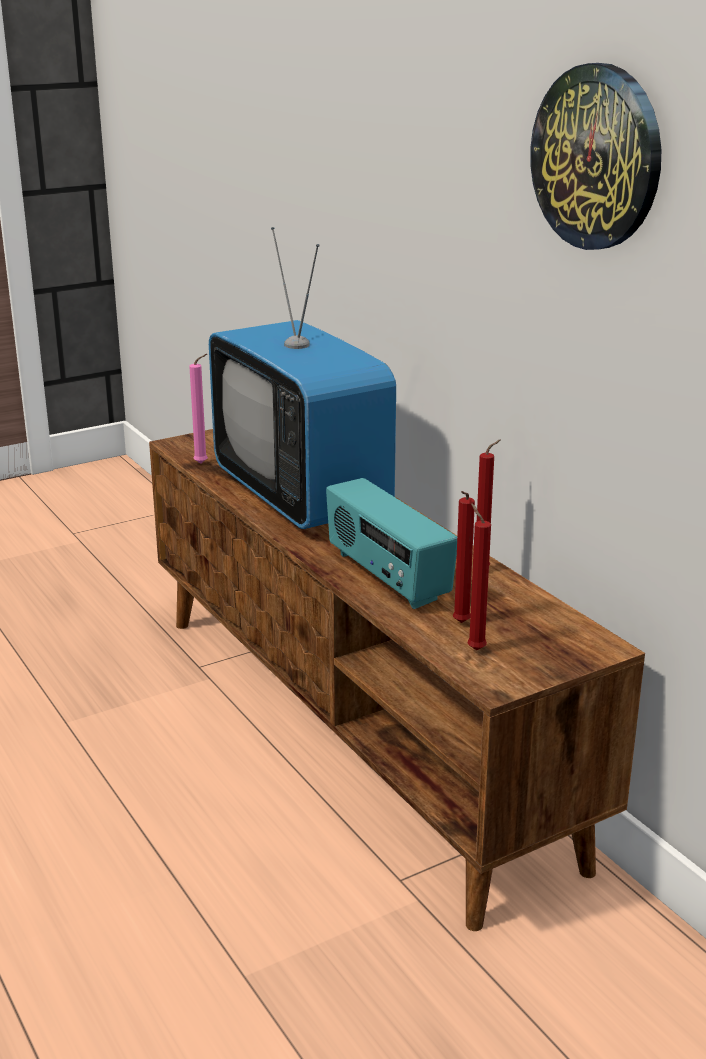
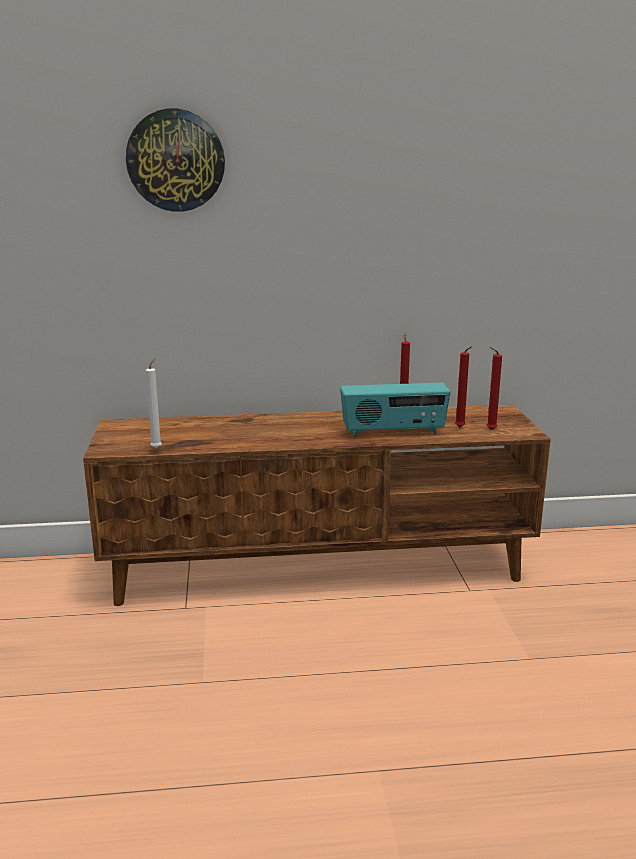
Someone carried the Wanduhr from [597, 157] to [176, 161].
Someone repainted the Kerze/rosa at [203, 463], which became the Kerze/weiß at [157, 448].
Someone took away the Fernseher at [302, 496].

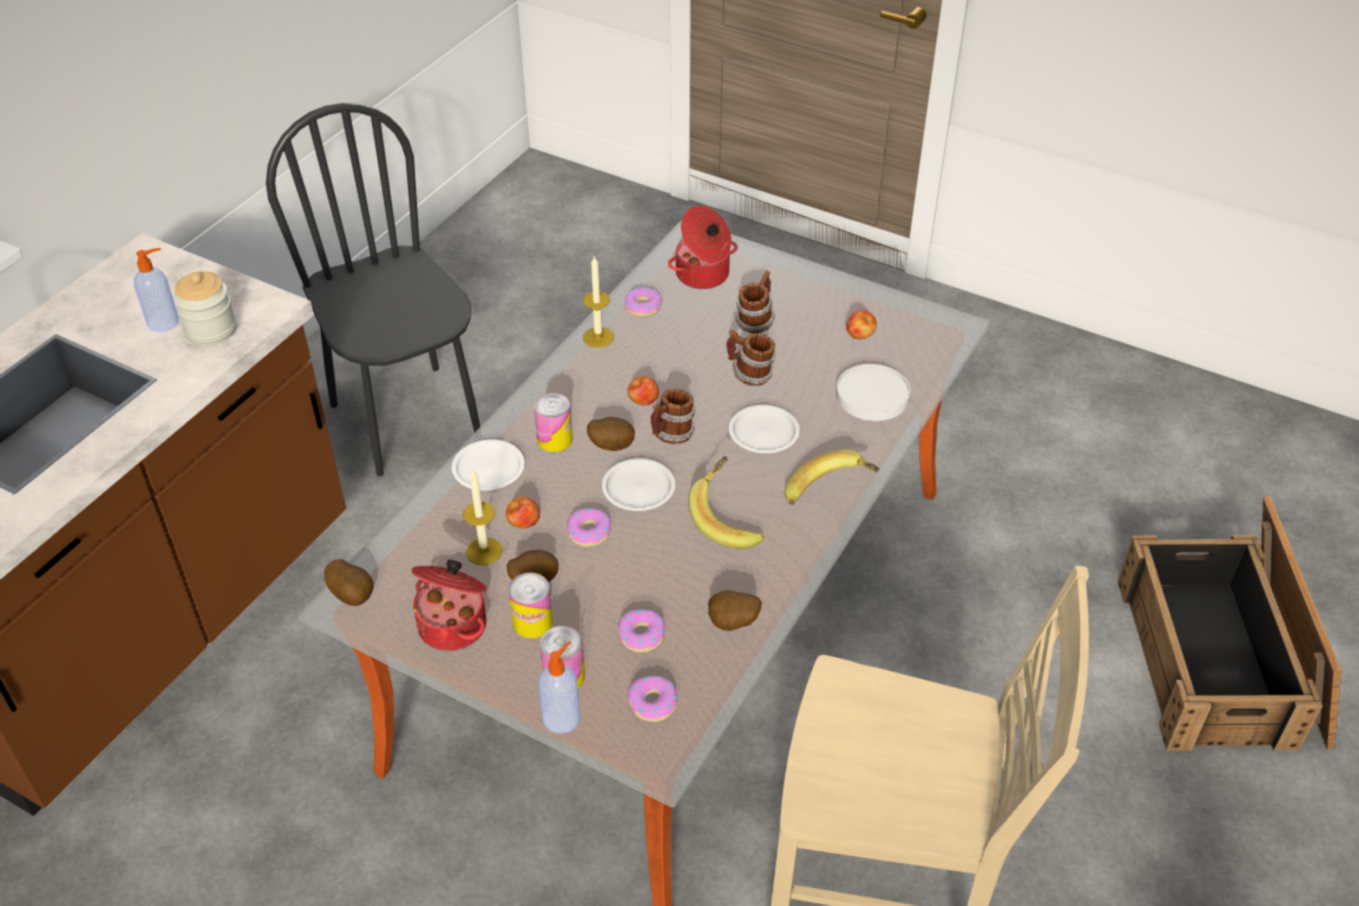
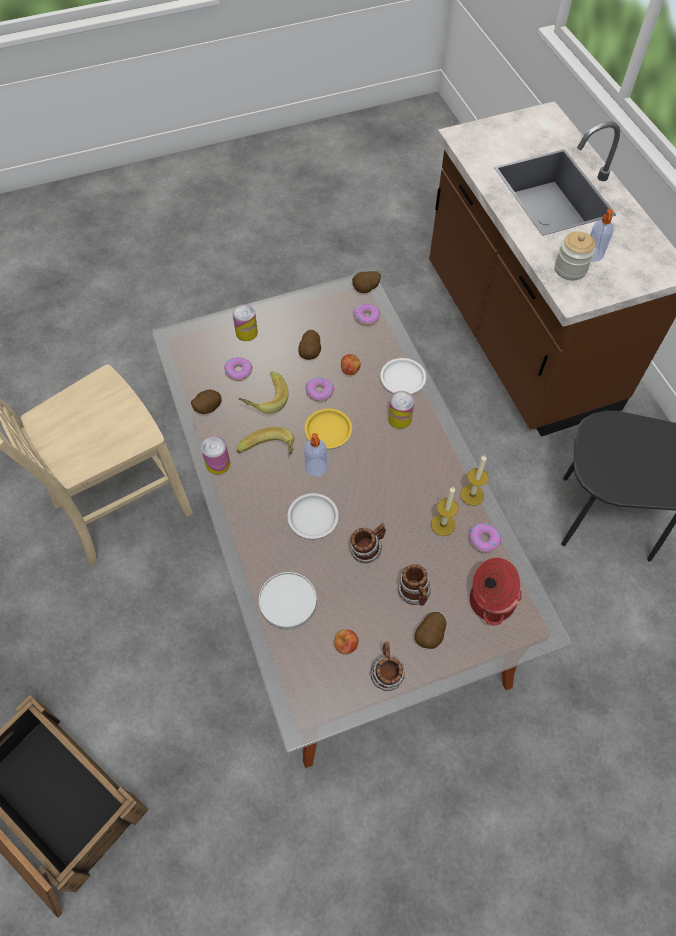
Someone carried the Dose from [532, 622] to [218, 464].
Someone carried the Banane from [831, 494] to [264, 400].
Someone carried the Seifenspender from [562, 717] to [316, 468].
Someone repainted the Teller/weiß at [638, 488], which became the Teller/gelb at [328, 431].
Someone carried the Donut from [652, 703] to [366, 317].
Someone carried the Henkelbecher from [671, 435] to [386, 673].
Someone carried the Kartoffel from [611, 445] to [430, 636].
Someone carried the Kerze from [484, 551] to [443, 525].
Someone took away the Kochtopf at [454, 625].
Someone took away the Apfel at [643, 402].

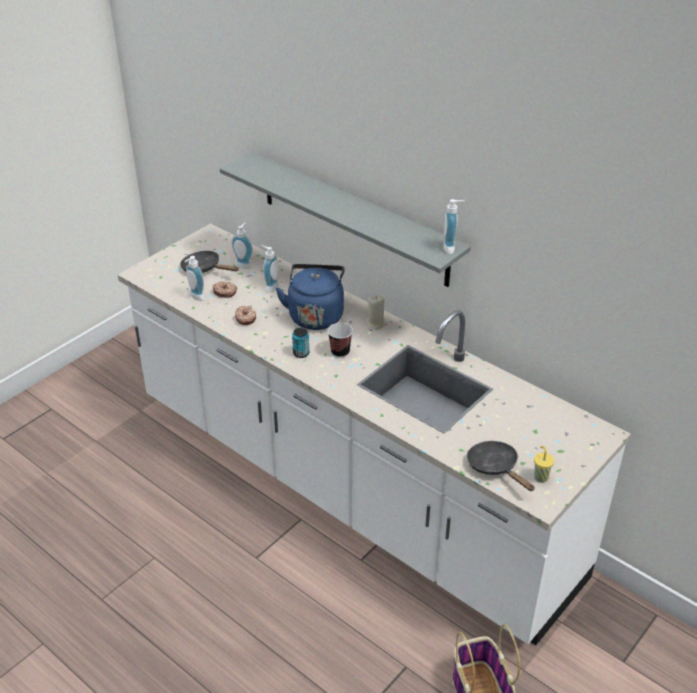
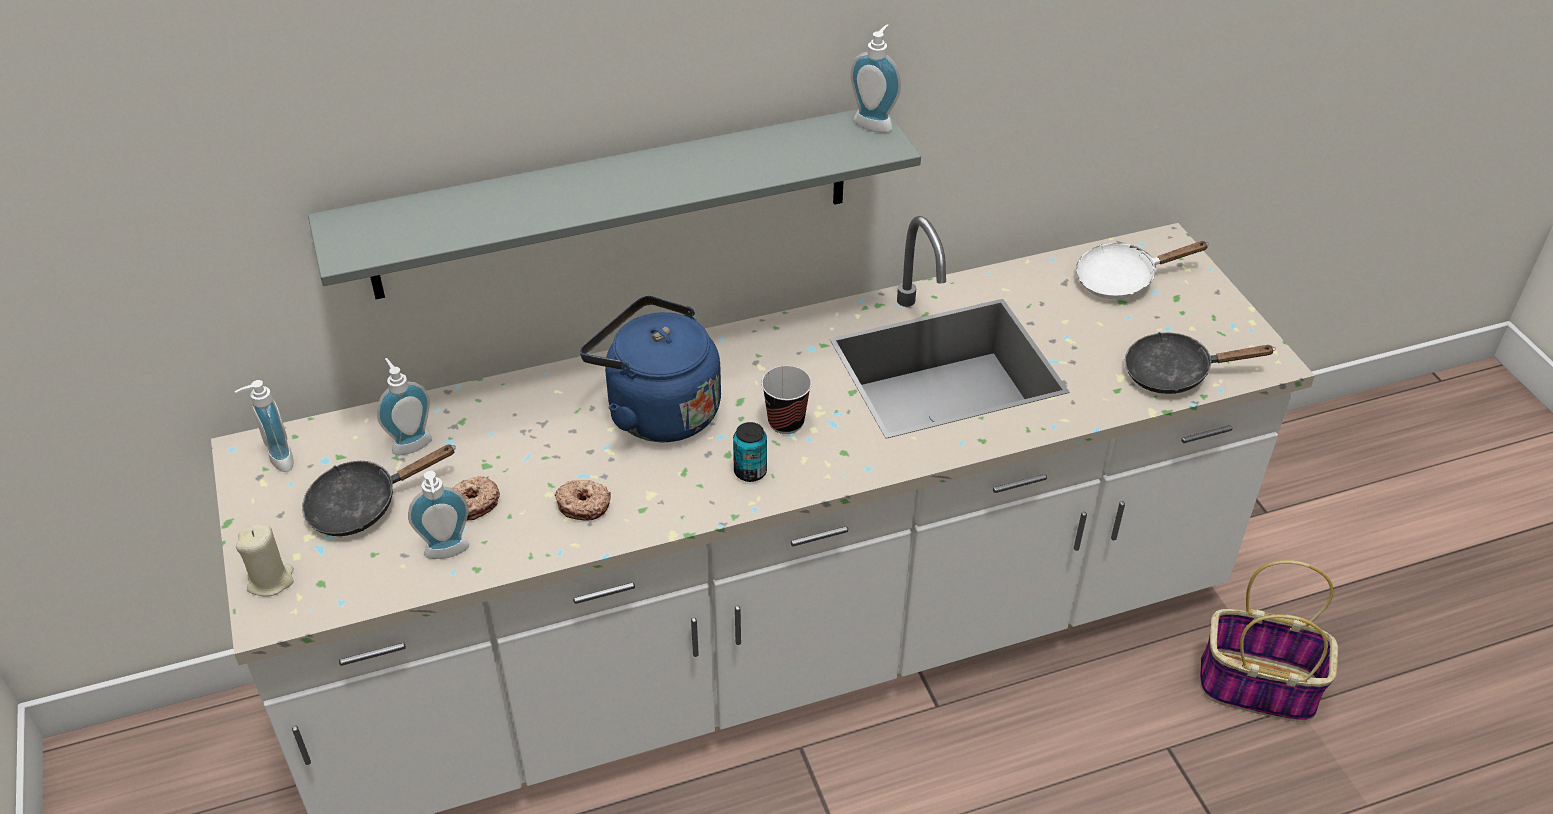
Someone carried the Seifenspender from [269, 287] to [276, 460].
Someone carried the Kerze/beige from [376, 323] to [271, 580].
Someone put down the Pfanne/weiß at [1122, 280].
Someone took away the Tasse/gelb at [540, 477].

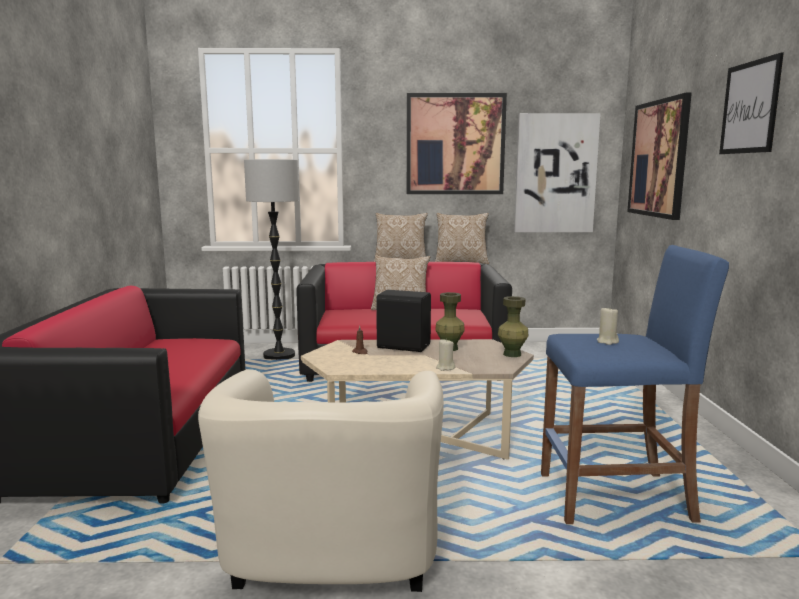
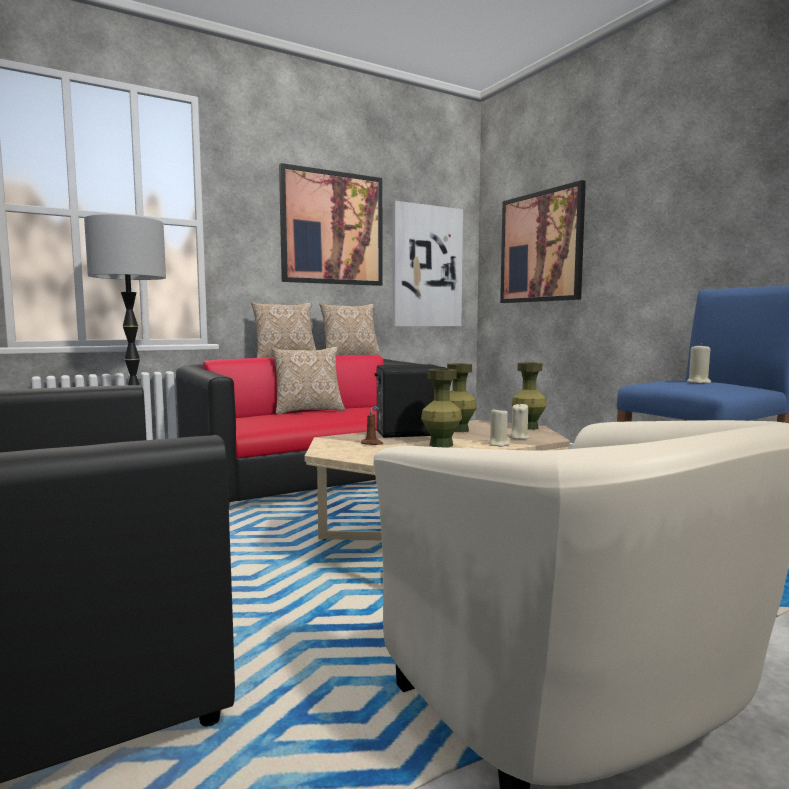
Someone put down the Vase/grün at [441, 445].
Someone put down the Kerze/beige at [518, 437].
Someone took away the Bild at [750, 107].

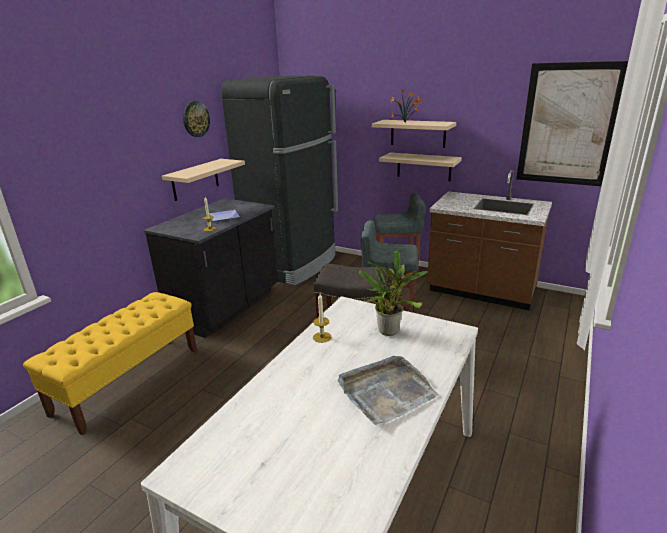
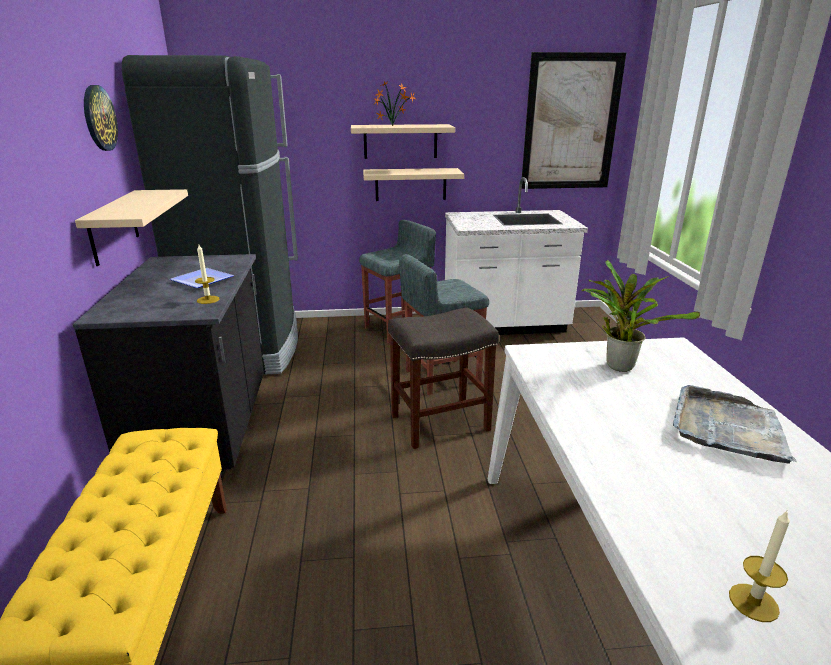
Someone repainted the Küchenzeile/braun at [481, 292], which became the Küchenzeile/weiß at [504, 326].
Someone carried the Kerze from [322, 337] to [753, 602].

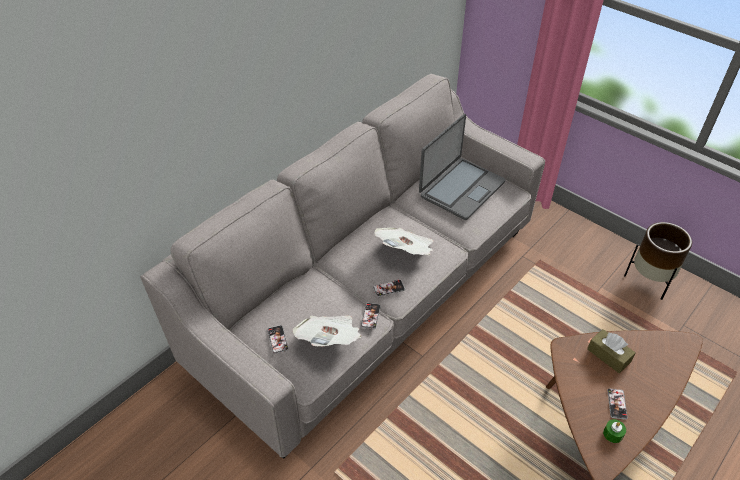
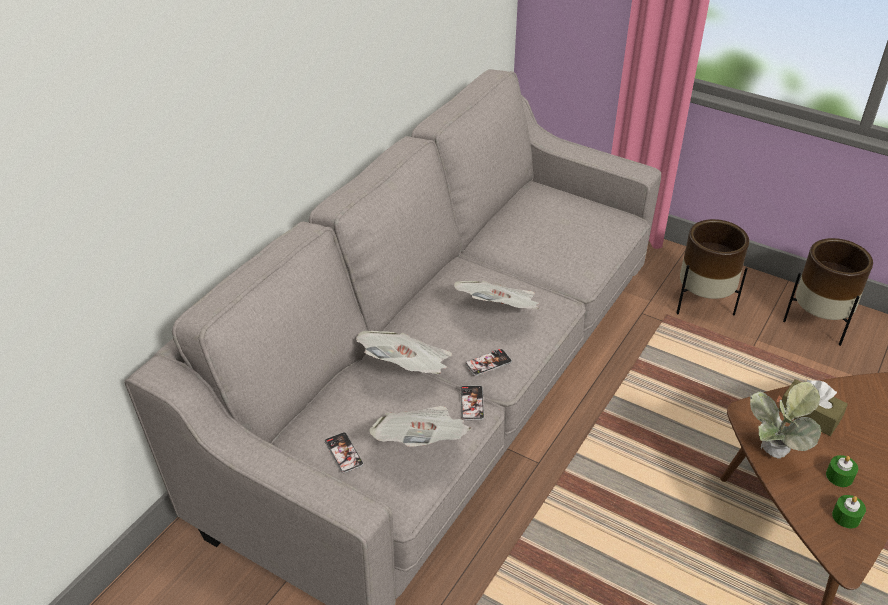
Someone put down the Zeitung at [408, 369].
Someone put down the Pflanzkübel/braun at [703, 304].
Someone put down the Topfpflanze at [771, 457].
Someone swapped the Handy at [617, 404] for the Kerze/grün at [839, 476].
Someone took away the Laptop at [461, 189].

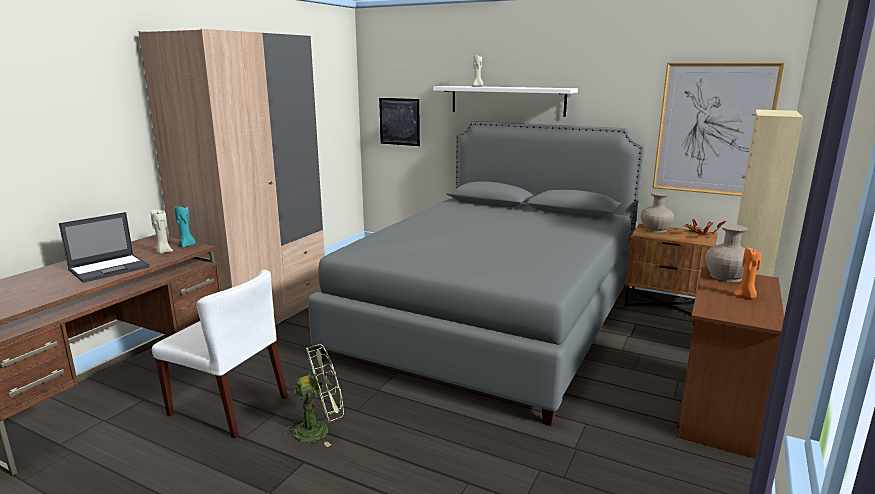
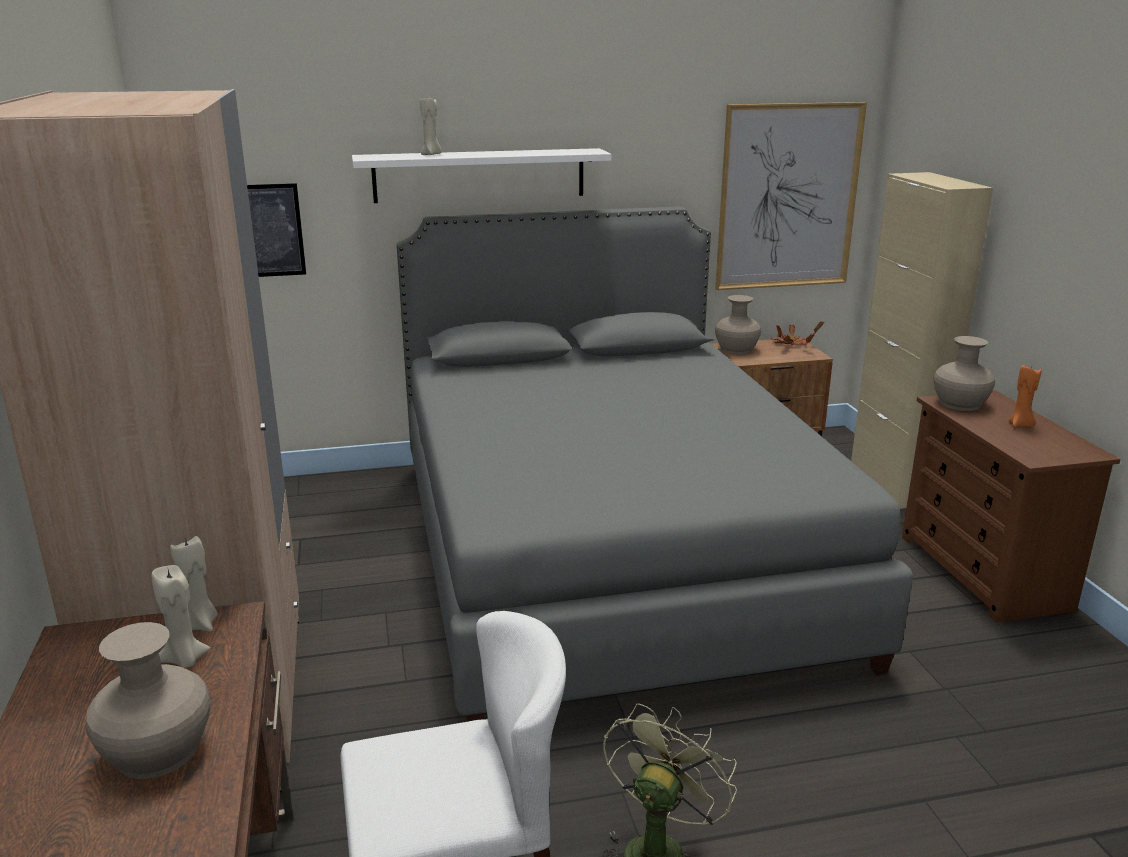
Someone swapped the Laptop at [110, 268] for the Vase/beige at [157, 751].
Someone repainted the Kerze/türkis at [187, 246], which became the Kerze/beige at [201, 624].

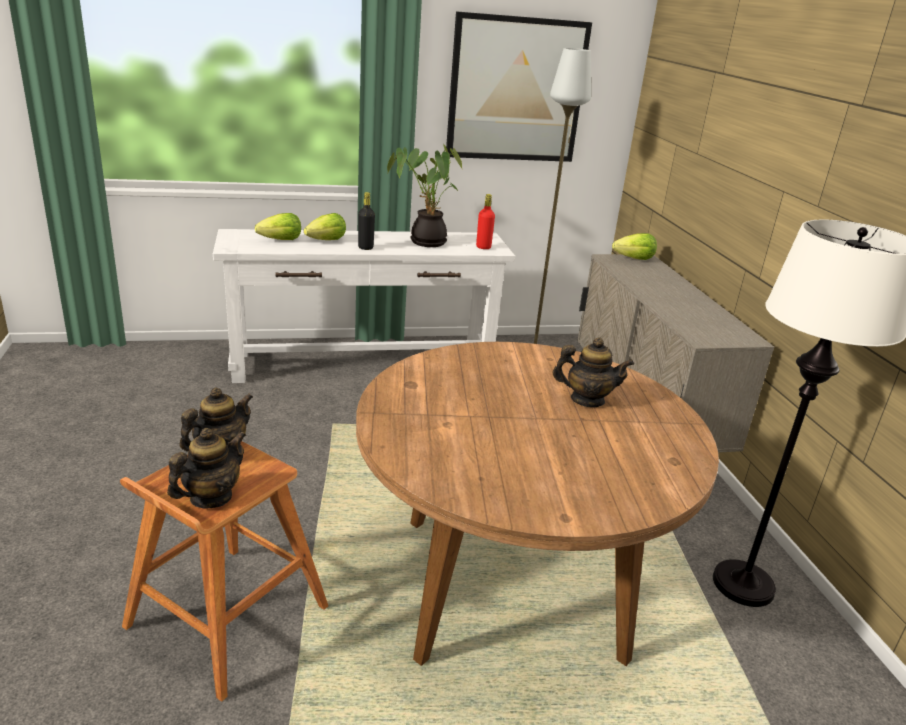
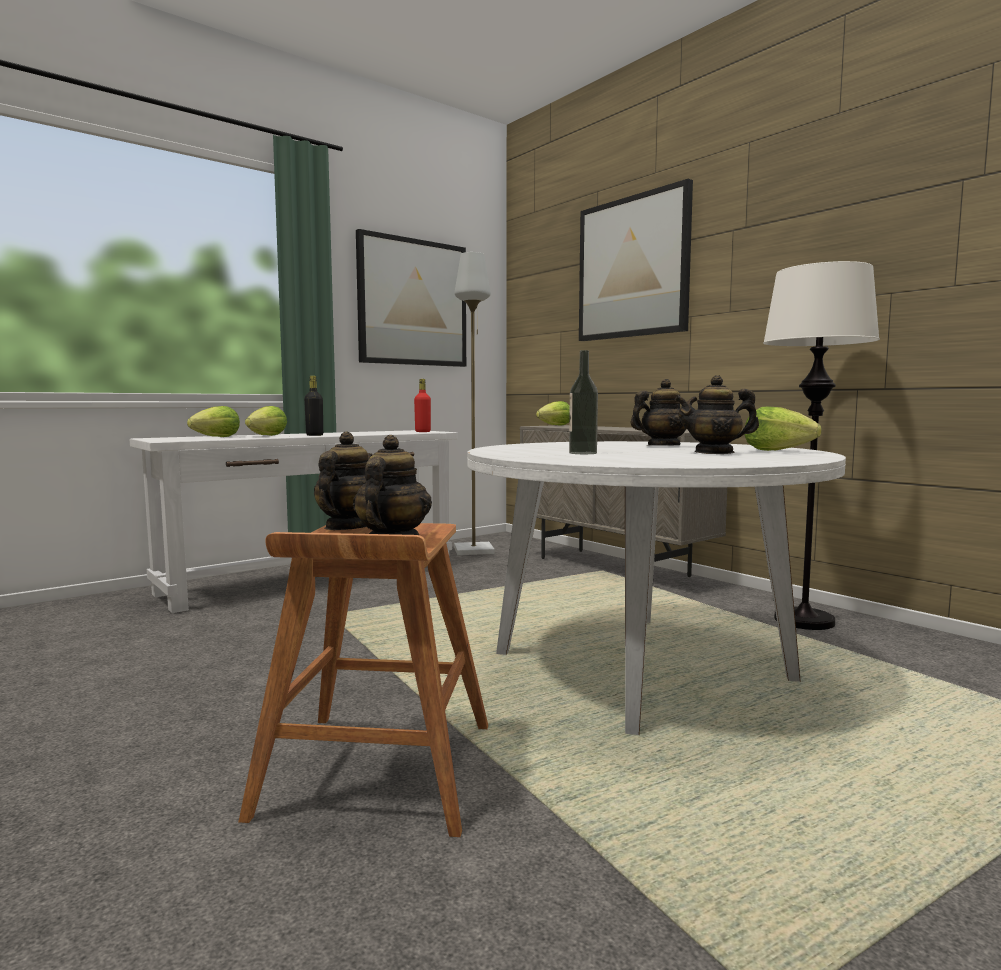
Someone repainted the Esstisch/braun at [509, 586], which became the Esstisch/weiß at [640, 667].
Someone put down the Flasche at [582, 453].
Someone put up the Bild at [633, 267].
Someone put down the Teekanne at [714, 452].
Someone put down the Salatkopf at [777, 451].
Someone took away the Topfpflanze at [425, 242].

